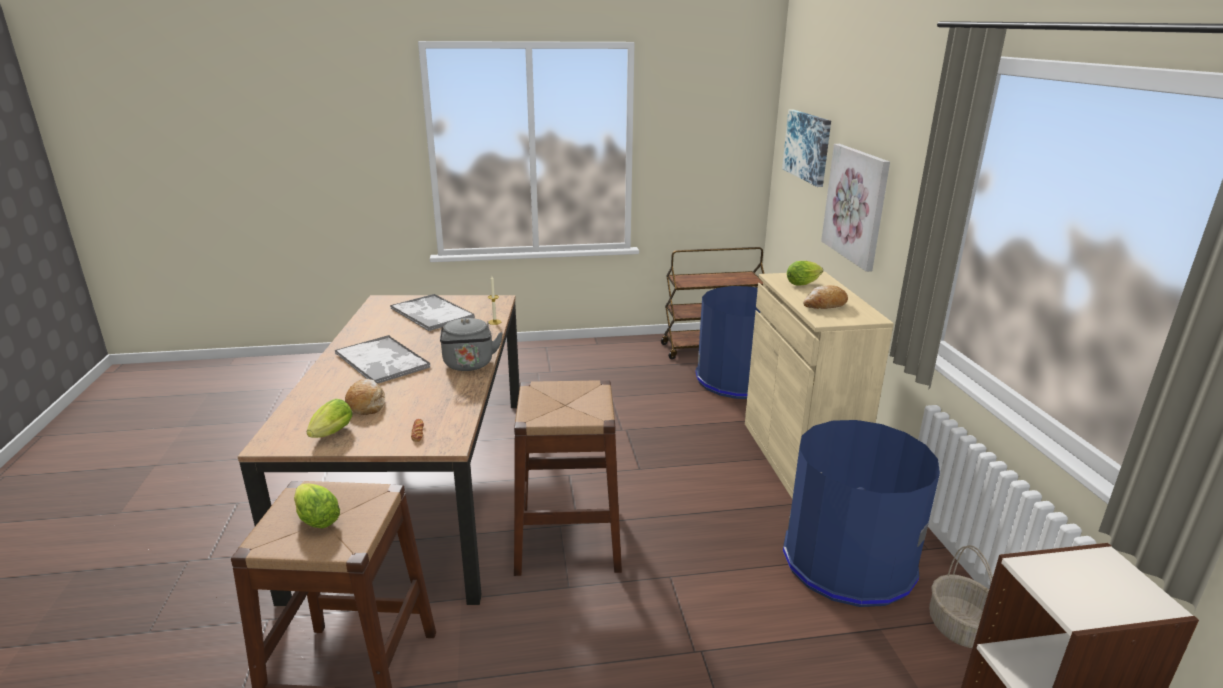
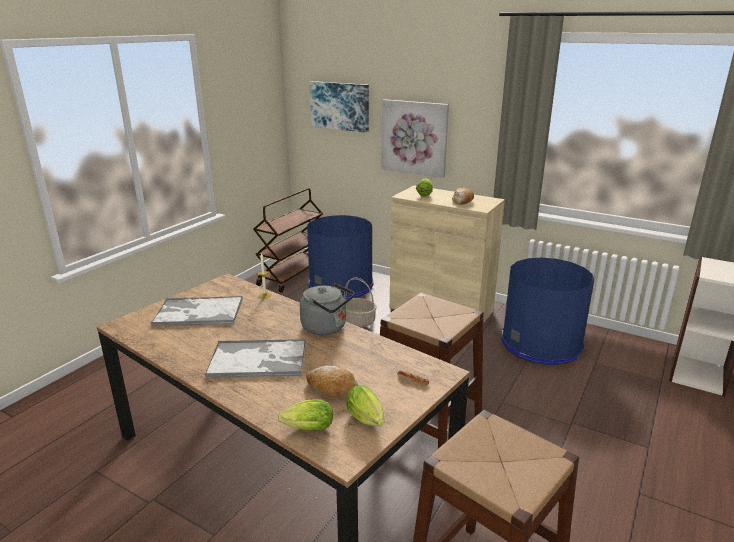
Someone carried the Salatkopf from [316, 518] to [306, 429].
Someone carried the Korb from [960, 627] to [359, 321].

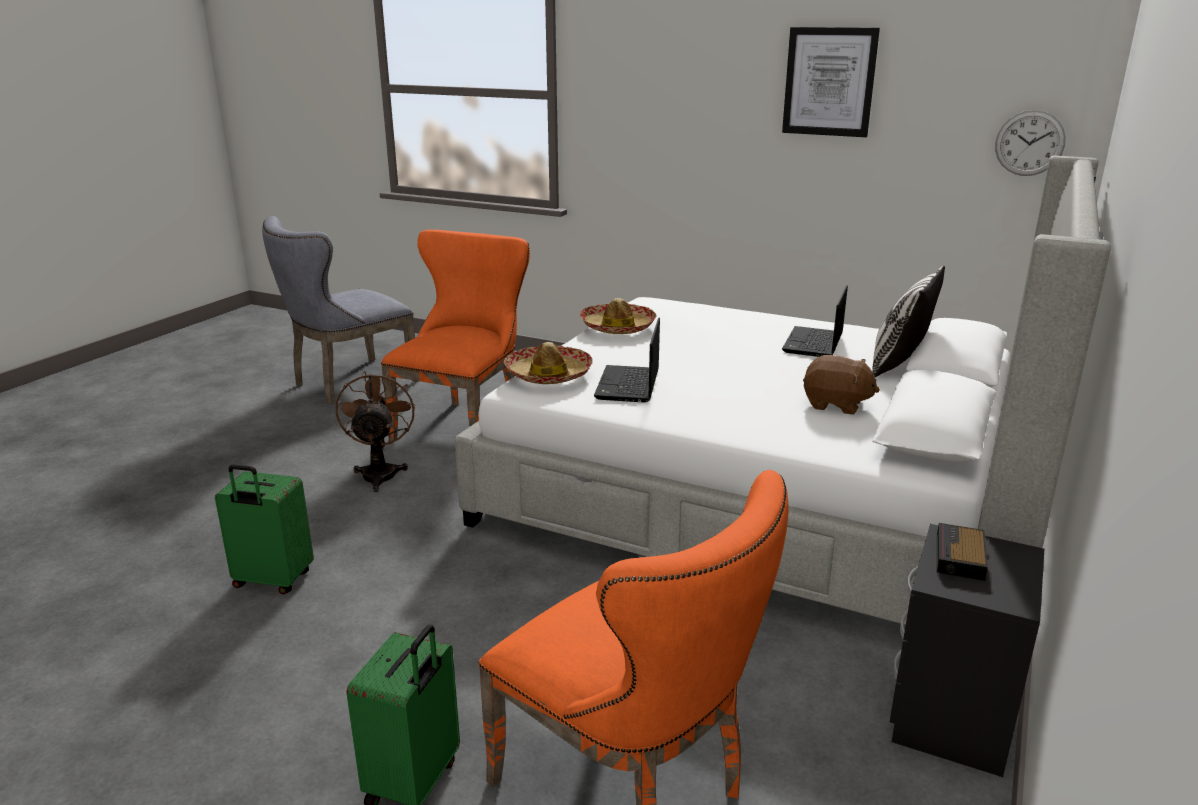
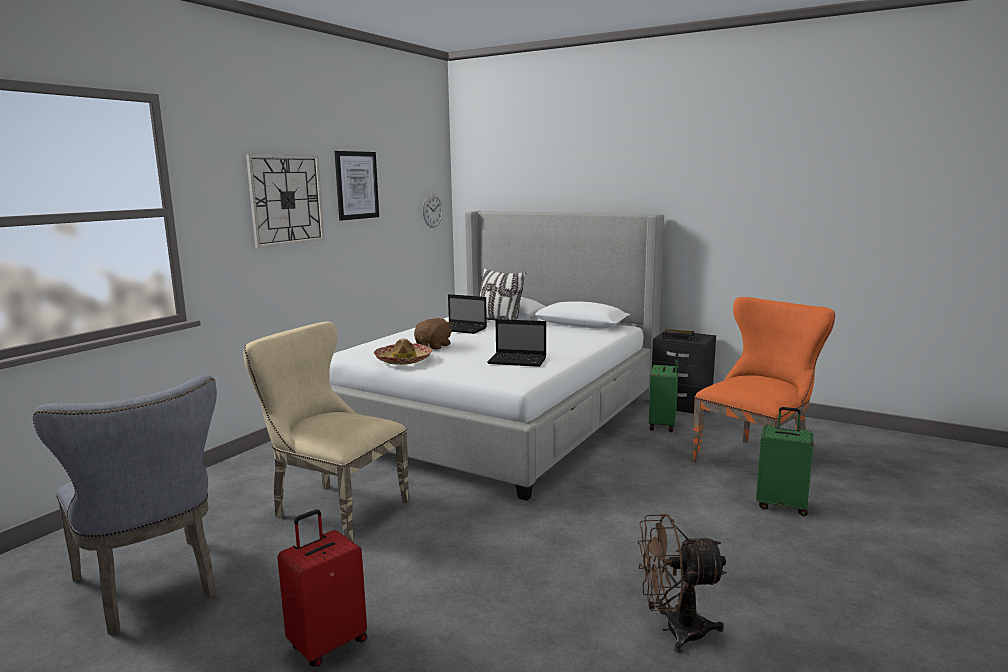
Someone repainted the Stuhl/orange at [464, 423], which became the Stuhl/beige at [333, 509].
Someone put up the Wanduhr at [286, 200].
Someone put down the Koffer/rot at [327, 644].
Someone carried the Plüschtier/braun from [836, 405] to [434, 346].
Someone carried the Ventilator/braun from [380, 472] to [674, 630].
Someone carried the Koffer/grün from [272, 581] to [663, 425].
Someone took away the Hut at [548, 375].

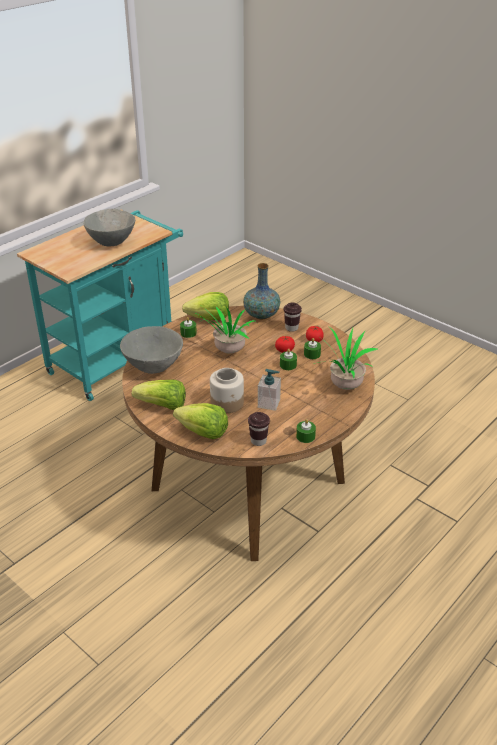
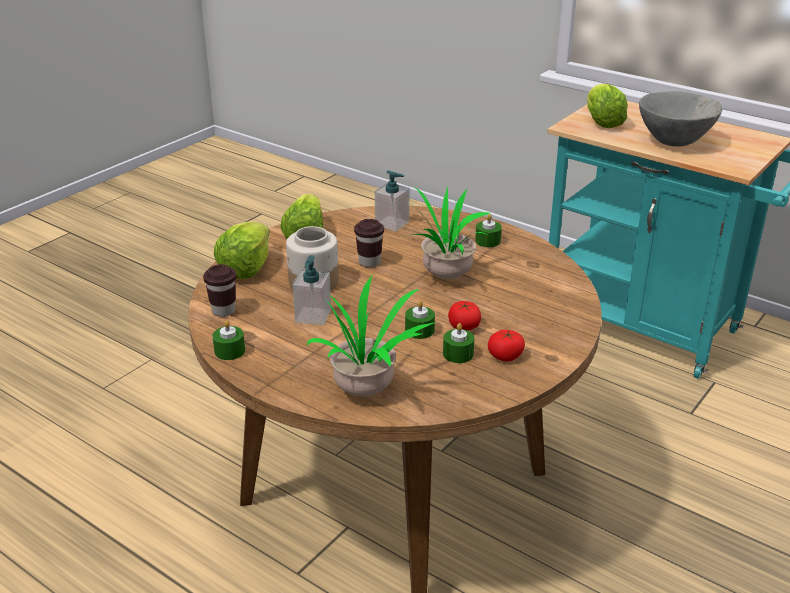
Someone carried the Tasse/braun from [291, 328] to [369, 262].
Someone swapped the Schüssel/grau at [153, 367] for the Seifenspender at [392, 223].
Someone carried the Salatkopf from [209, 318] to [602, 122].
Someone took away the Vase at [261, 315].

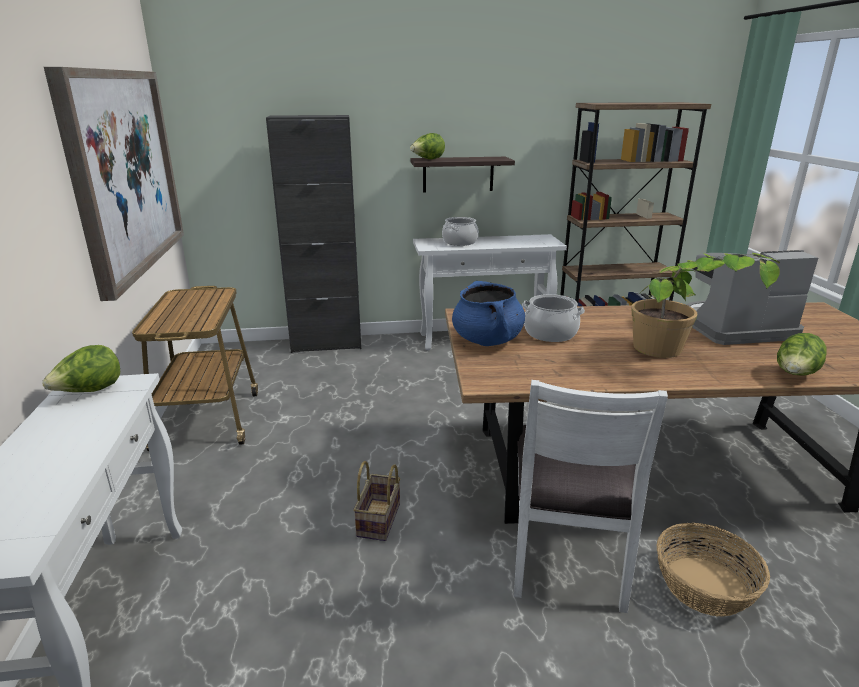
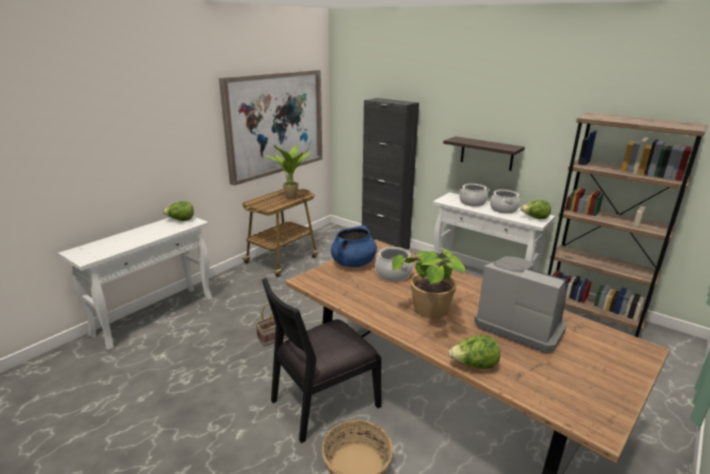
Someone repainted the Stuhl/weiß at [567, 550], which became the Stuhl/schwarz at [323, 402].
Someone put down the Topfpflanze at [292, 198].
Someone put down the Kochtopf at [503, 209].
Someone carried the Salatkopf from [427, 159] to [535, 218].

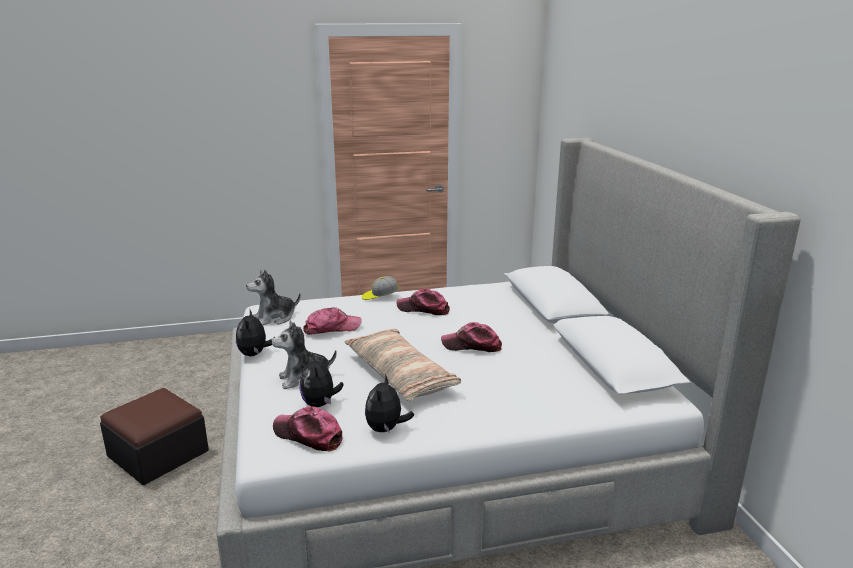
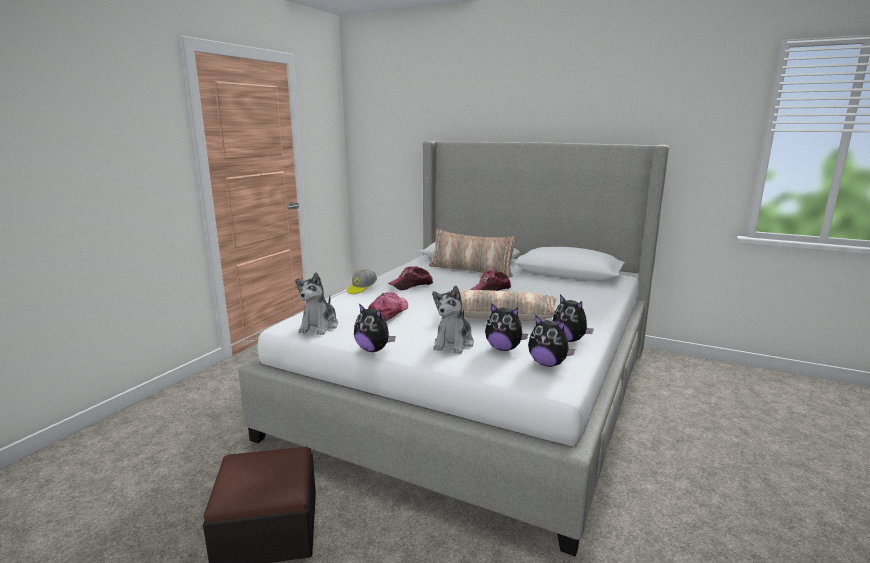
Someone put down the Kissen at [471, 270].
Someone swapped the Kappe at [308, 435] for the Plüschtier at [548, 364].

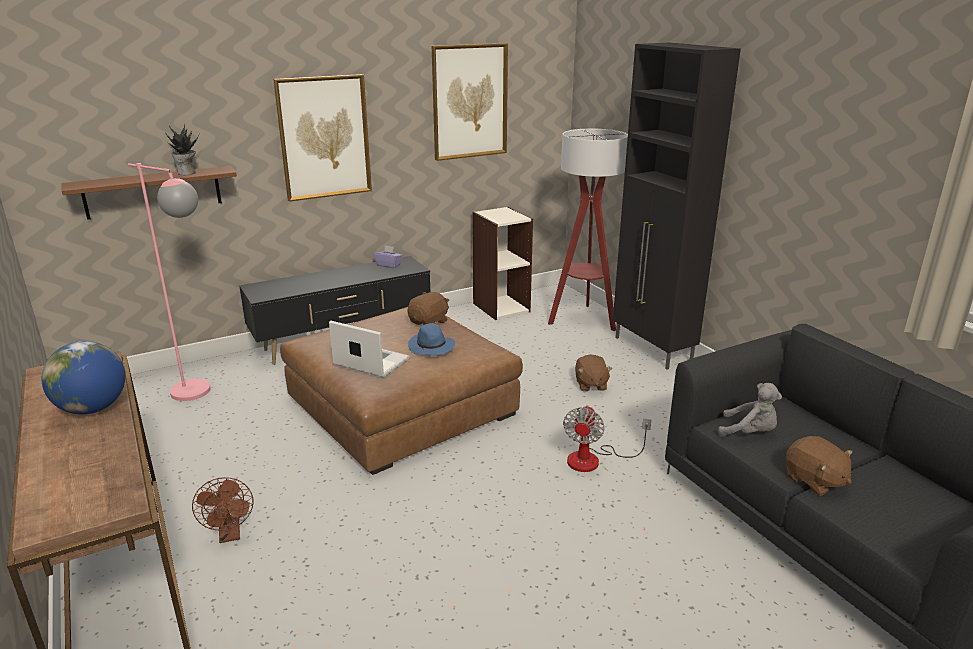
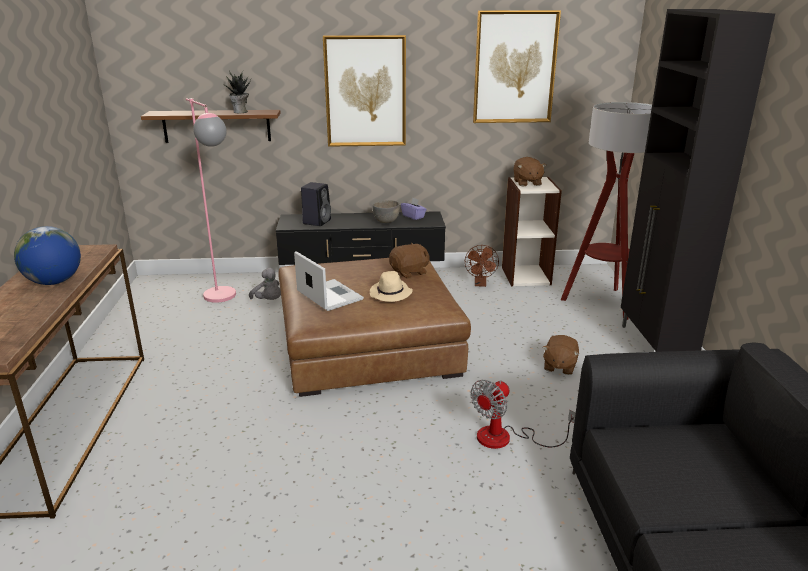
Someone carried the Plüschtier/grau from [749, 433] to [269, 301].
Someone put down the Lautsprecher/schwarz at [317, 221].
Someone repainted the Hut/blau at [432, 347], which became the Hut/beige at [391, 294].
Someone put down the Schüssel/grau at [386, 221].
Someone carried the Ventilator/braun from [230, 535] to [480, 284].
Someone carried the Plüschtier/braun from [814, 481] to [527, 183].

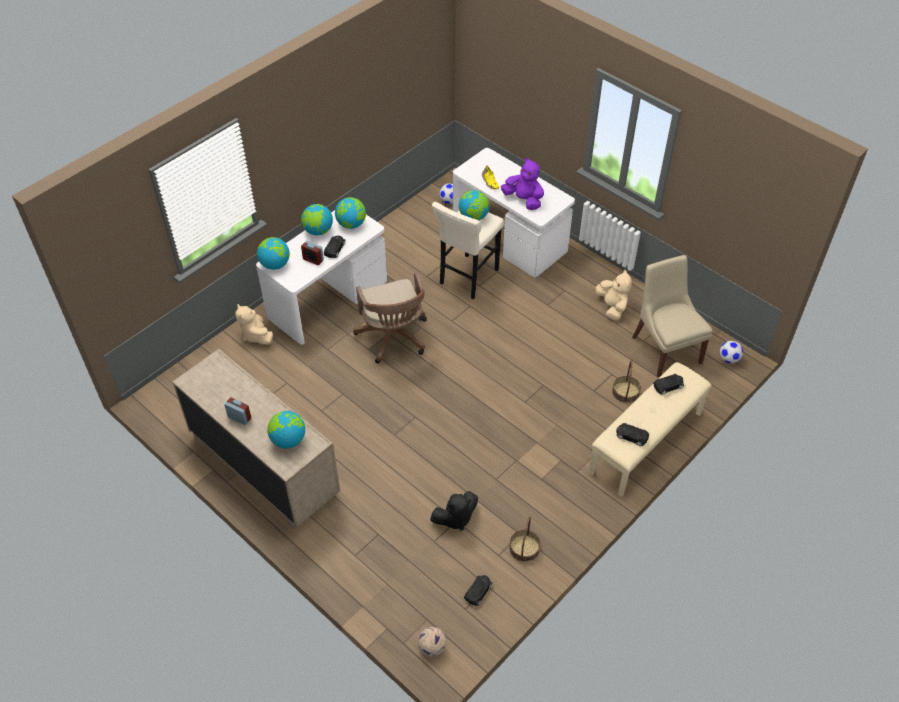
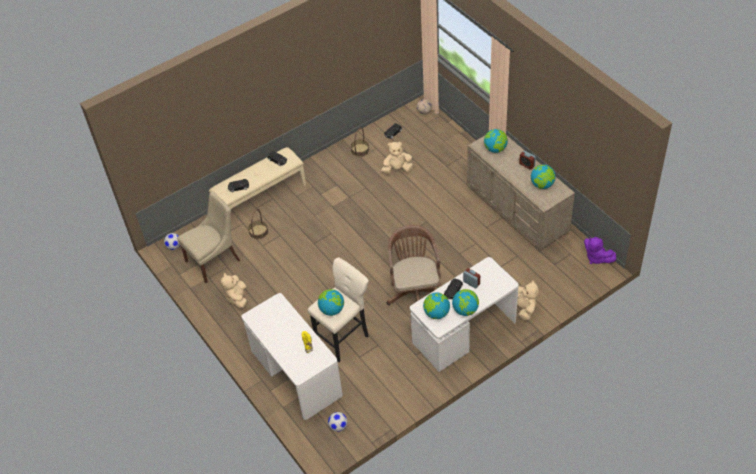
Someone rotated the Stuhl/beige at [665, 348] by 120 degrees counterclockwise.
Someone repainted the Plüschtier/schwarz at [455, 518], which became the Plüschtier/beige at [397, 169].
Someone carried the Globus from [275, 264] to [542, 185].
Someone carried the Plüschtier/lila from [524, 200] to [596, 257].

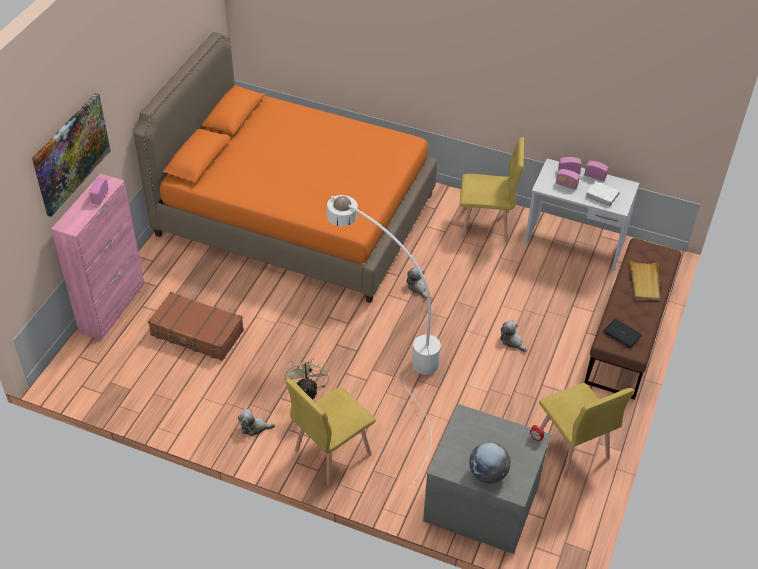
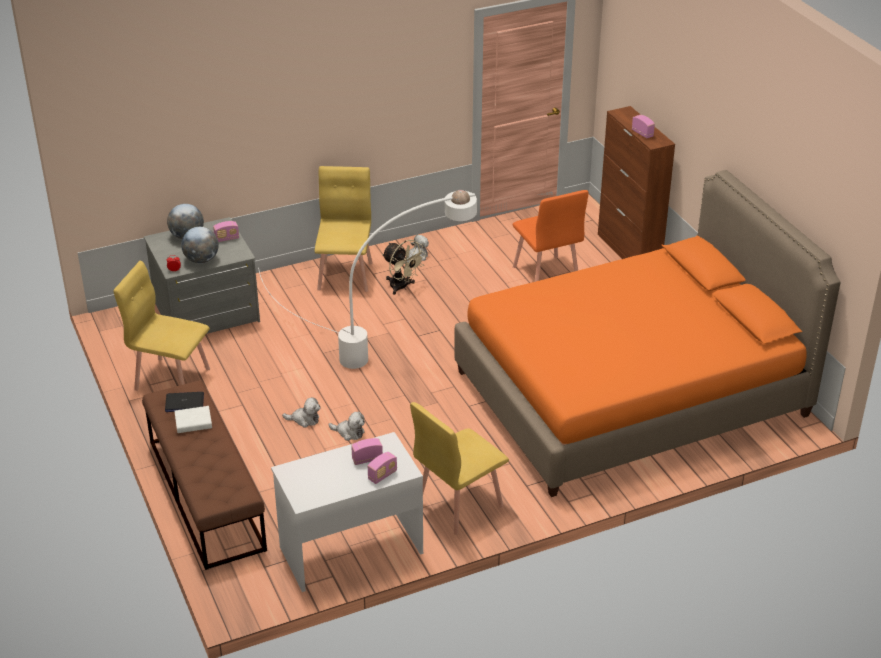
Someone carried the Buch/weiß from [602, 196] to [193, 423].
Someone put down the Globus at [201, 260].
Someone carried the Radio from [595, 176] to [227, 239].
Someone carried the Plüschtier from [418, 287] to [349, 432].
Someone swapped the Koffer/braun at [197, 333] for the Stuhl/orange at [545, 274].
Someone repainted the Schrank/rosa at [112, 307], which became the Schrank/braun at [629, 252].
Someone took away the Bild at [71, 153].
Someone took away the Tablett/beige at [644, 281].

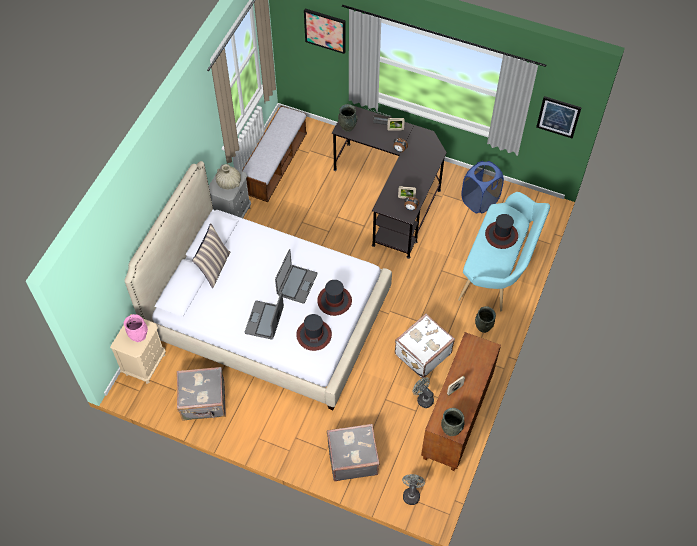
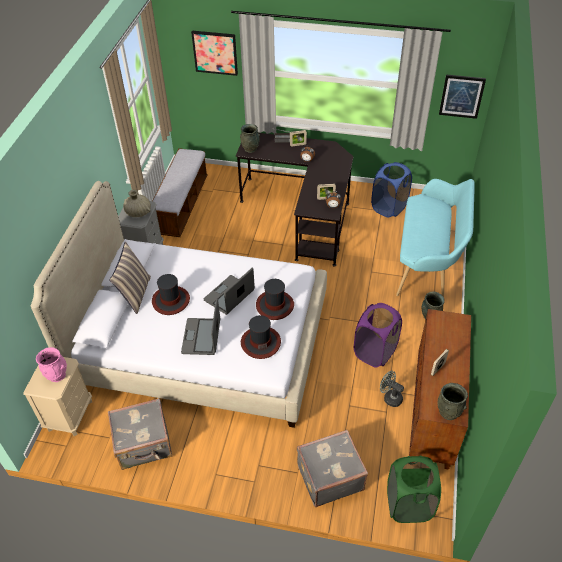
Someone carried the Hut from [501, 235] to [171, 300].
Someone rotated the Laptop at [296, 284] by 150 degrees counterclockwise.
Someone swapped the Koffer/weiß at [422, 353] for the Wäschekorb/lila at [375, 352].
Someone swapped the Ventilator/grau at [411, 493] for the Wäschekorb/grün at [408, 504].

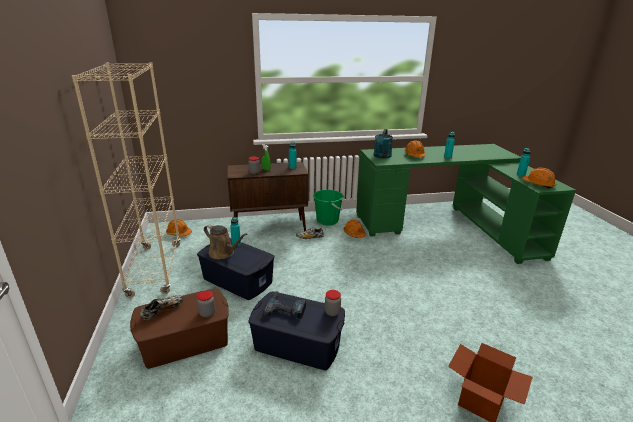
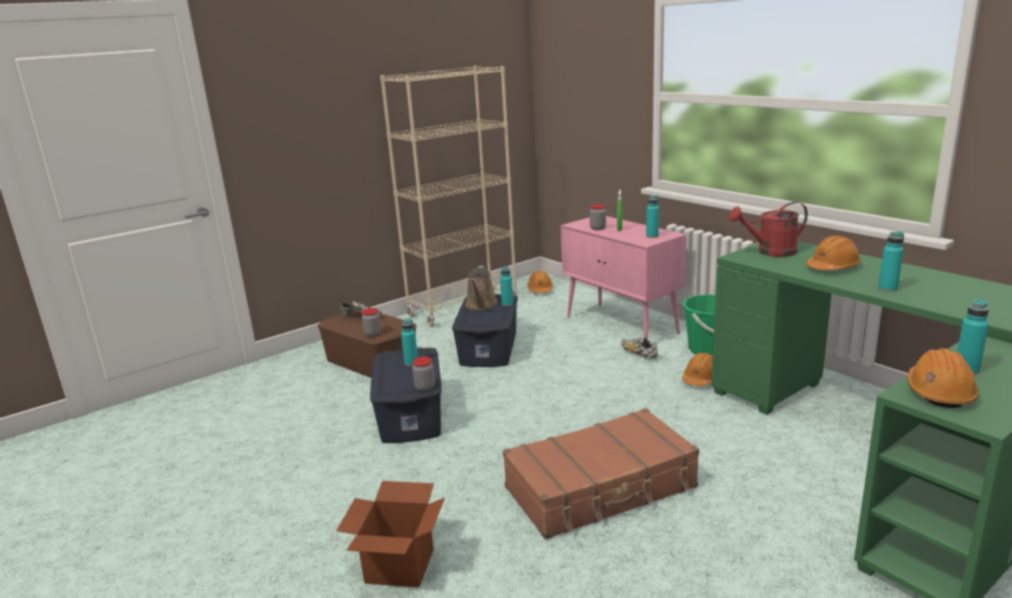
Someone swapped the Bohrmaschine at [286, 308] for the Flasche/türkis at [411, 363].
Someone put down the Koffer/braun at [601, 488].
Someone repainted the Schrank/braun at [270, 229], which became the Schrank/rosa at [622, 325].
Someone repainted the Gießkanne/türkis at [381, 156], which became the Gießkanne/rot at [770, 252].

